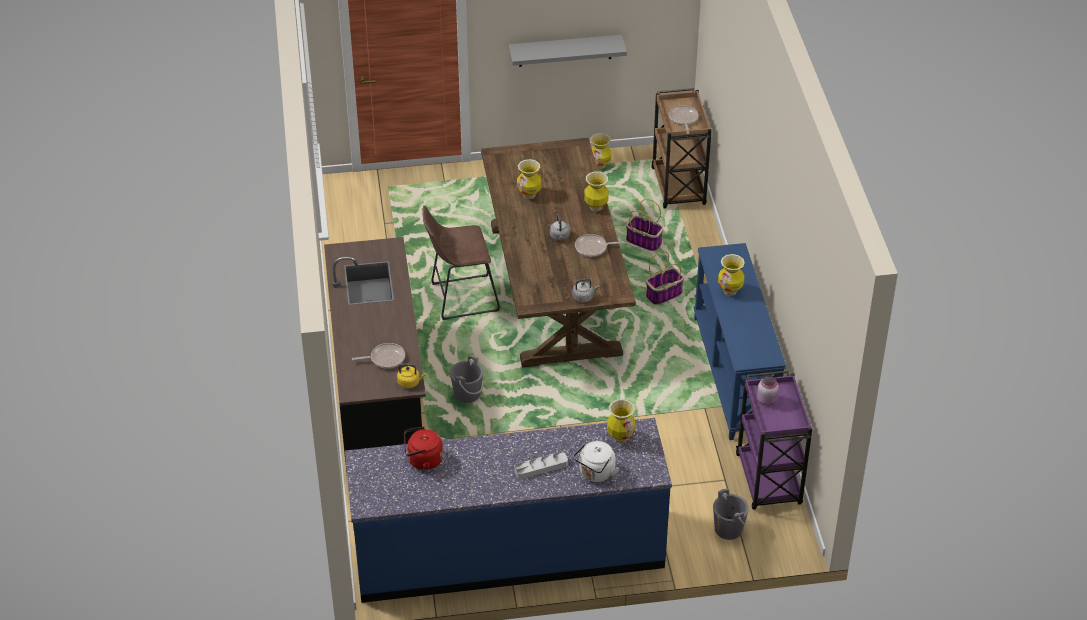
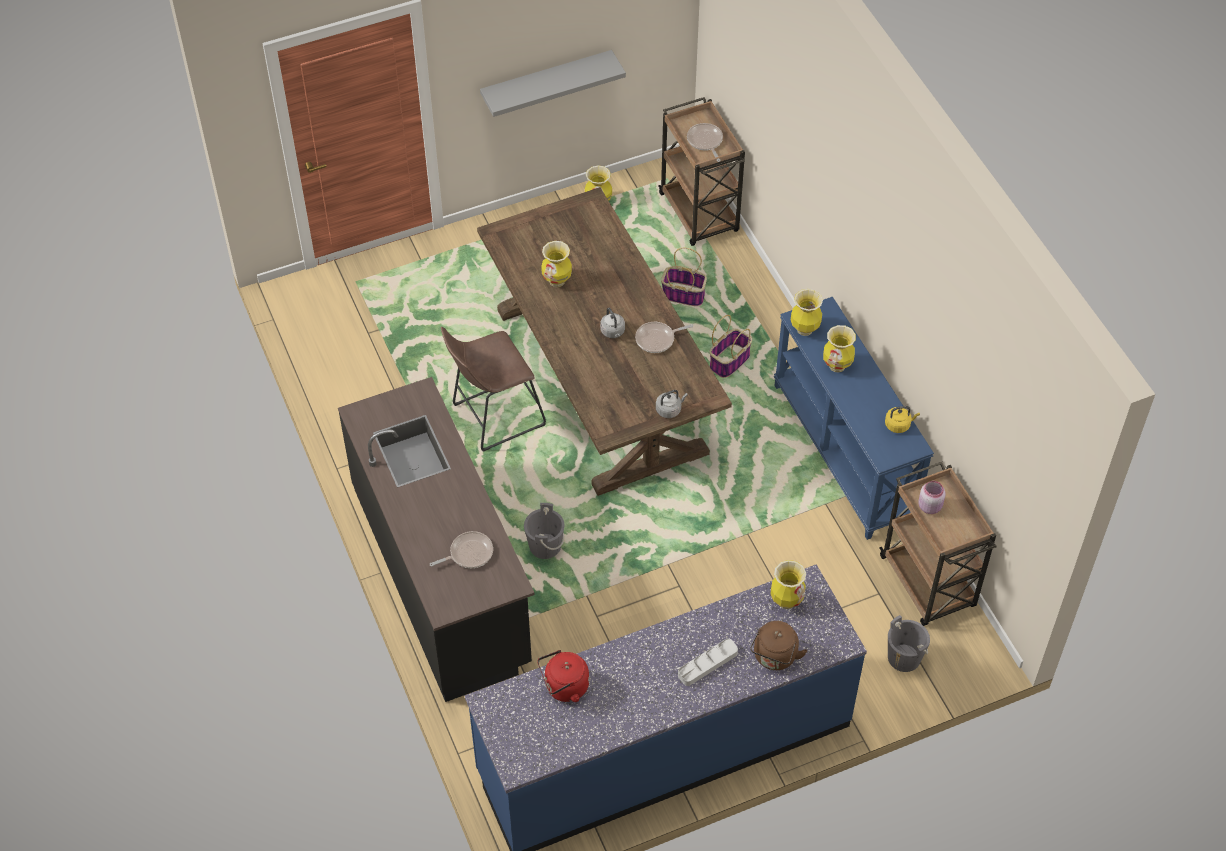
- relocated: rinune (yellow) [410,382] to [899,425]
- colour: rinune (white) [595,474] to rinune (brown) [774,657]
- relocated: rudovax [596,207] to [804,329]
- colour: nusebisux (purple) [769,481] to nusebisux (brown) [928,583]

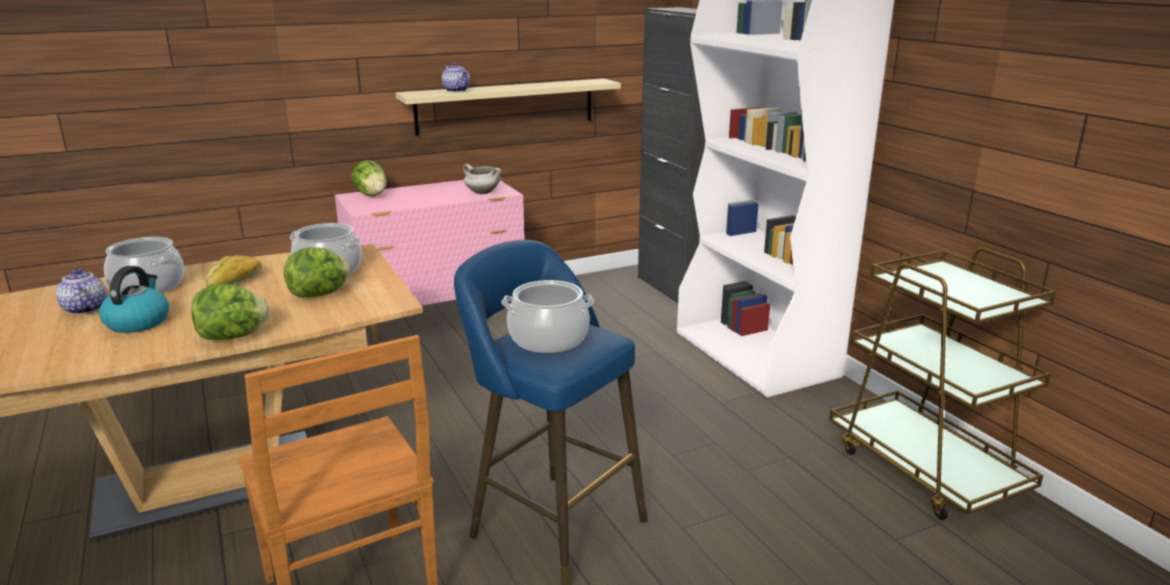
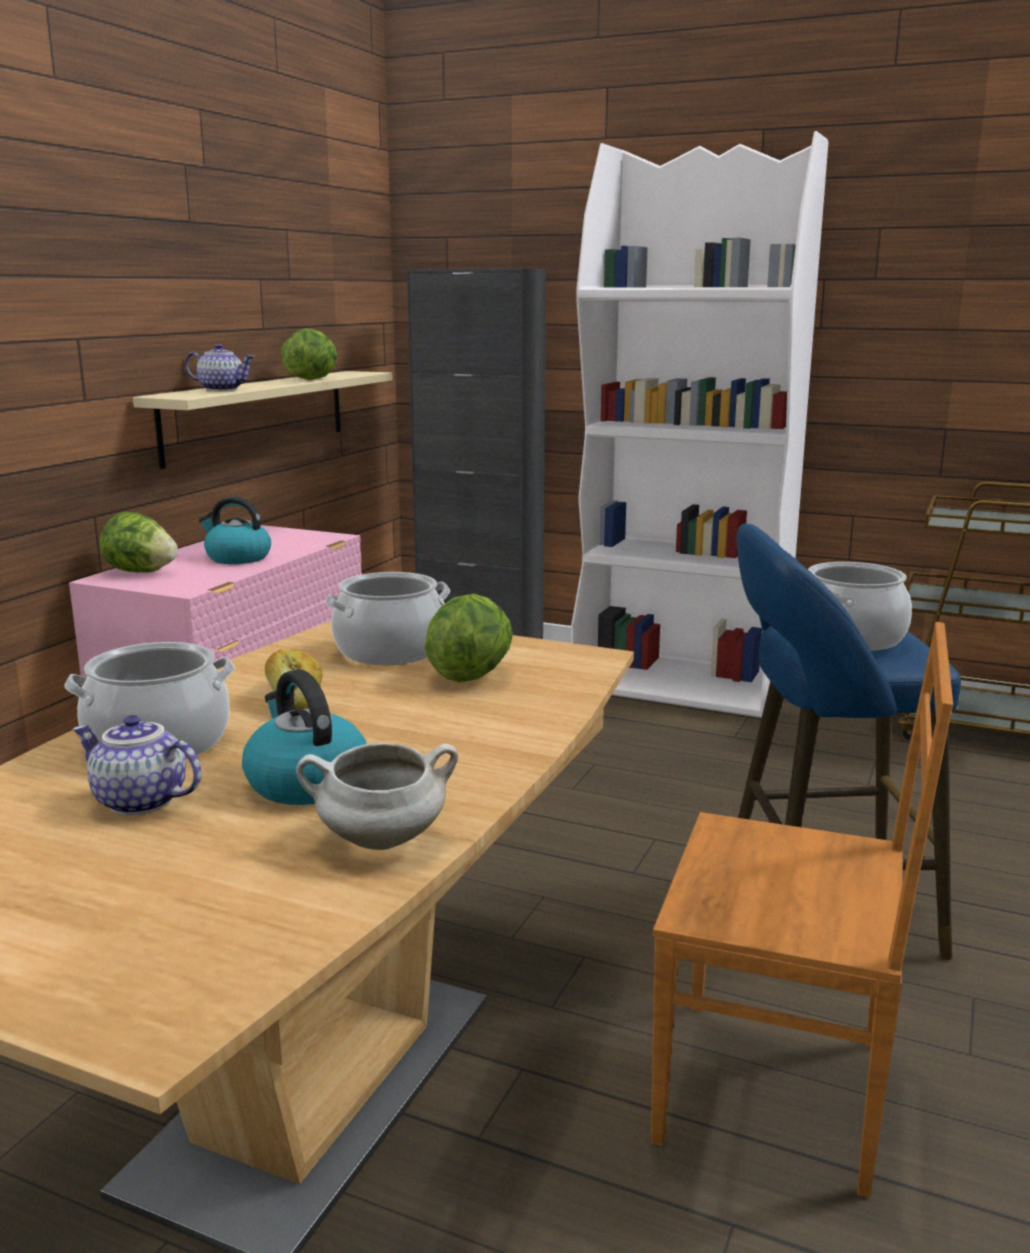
- relocated: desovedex [233,336] to [312,379]
- relocated: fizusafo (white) [482,193] to [380,841]
- appeared: rinune [237,558]

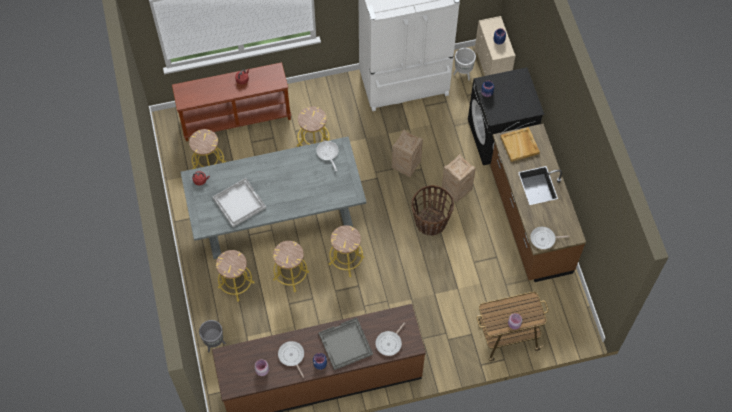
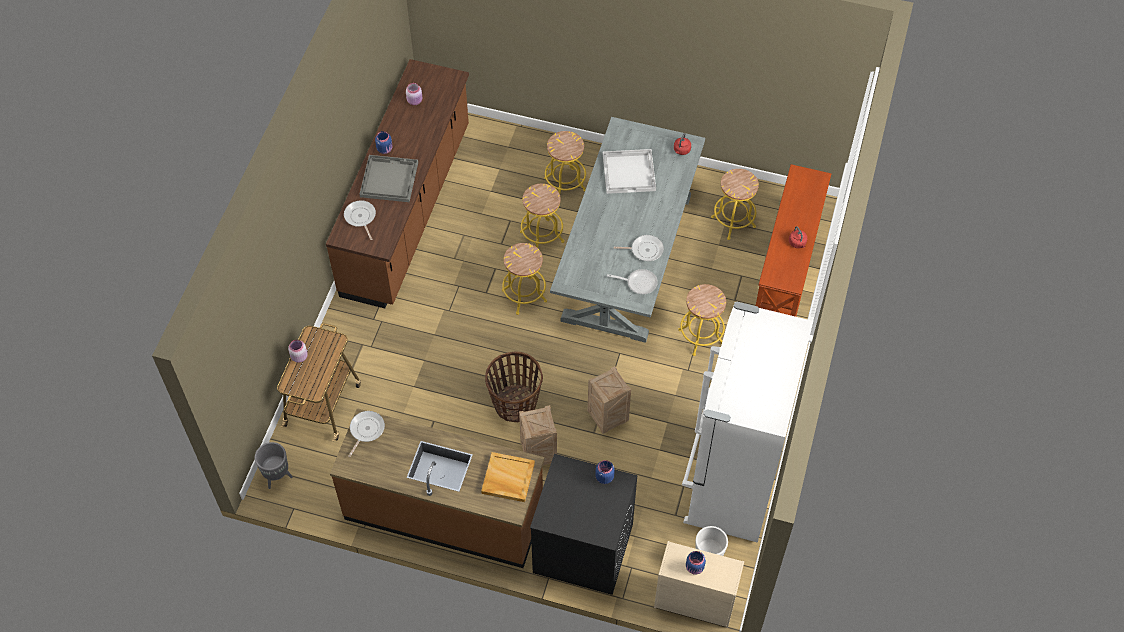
- relocated: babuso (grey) [214,343] to [278,476]
- relocated: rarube [292,356] to [645,250]

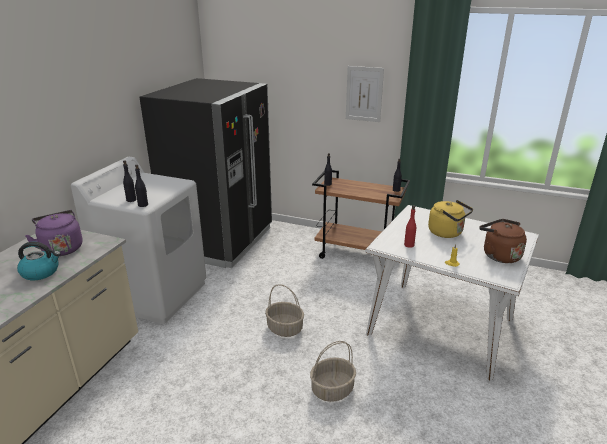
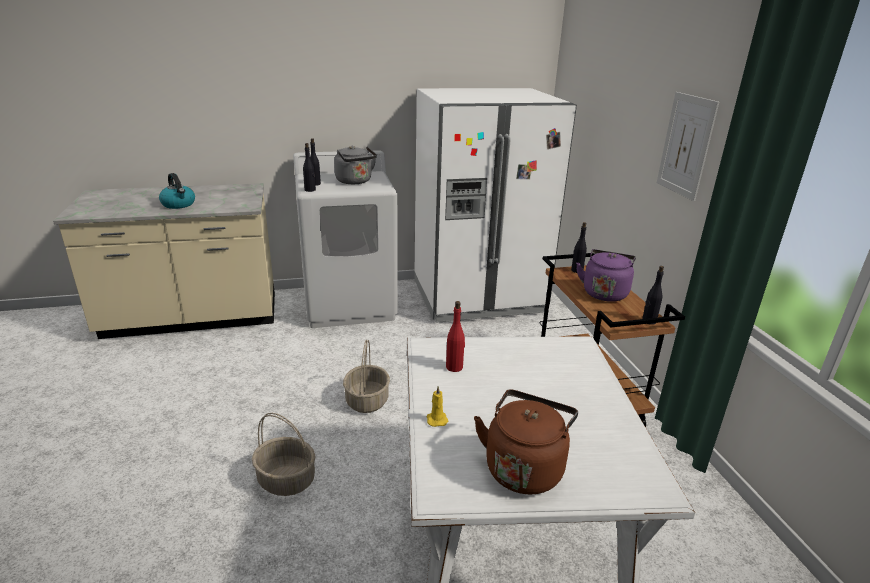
- relocated: rinune (purple) [61,248] to [604,292]
- colour: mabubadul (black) [220,241] to mabubadul (white) [478,297]
- missing: rinune (yellow) [447,233]
- appeared: rinune (grey) [355,182]

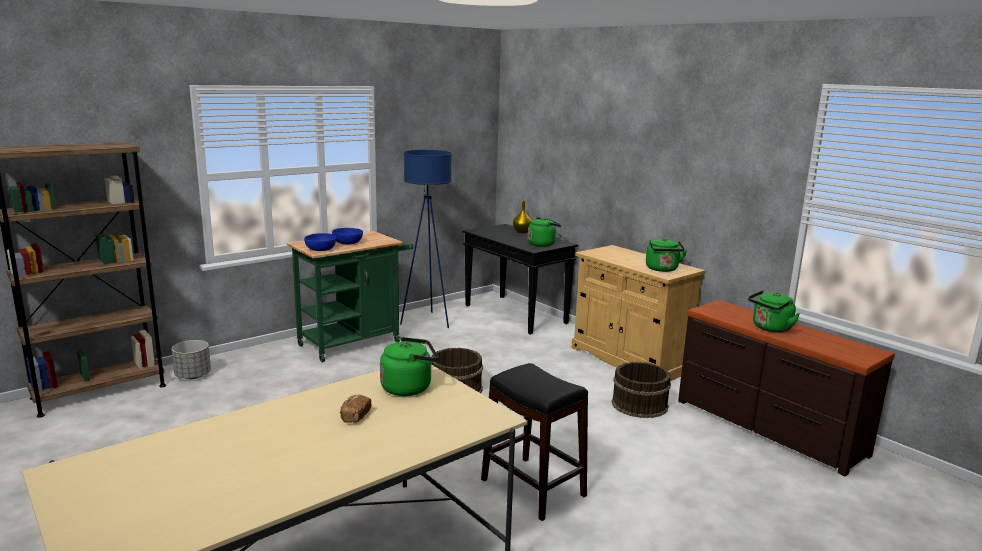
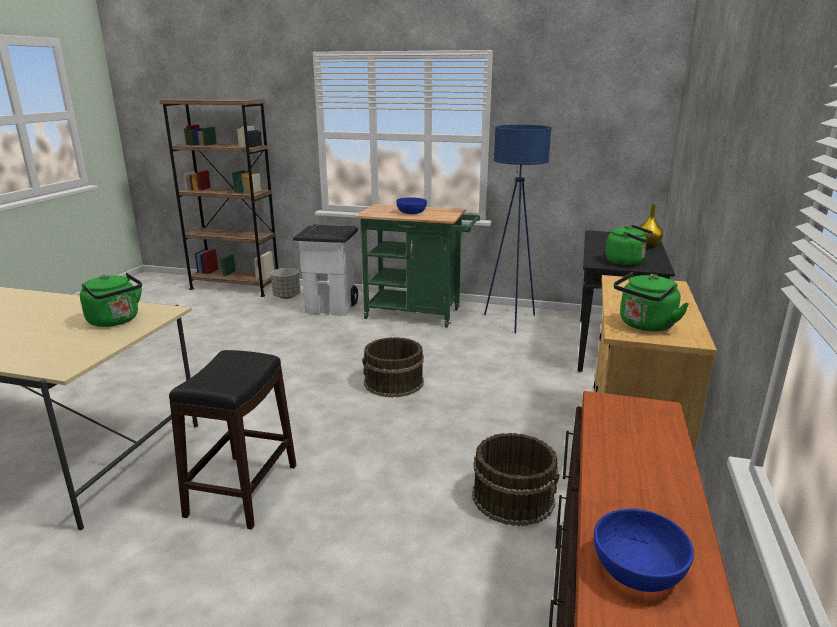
- relocated: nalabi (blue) [321,249] to [638,569]
- missing: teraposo [355,416]
- missing: rinune (green) [770,328]
- appeared: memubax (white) [332,307]

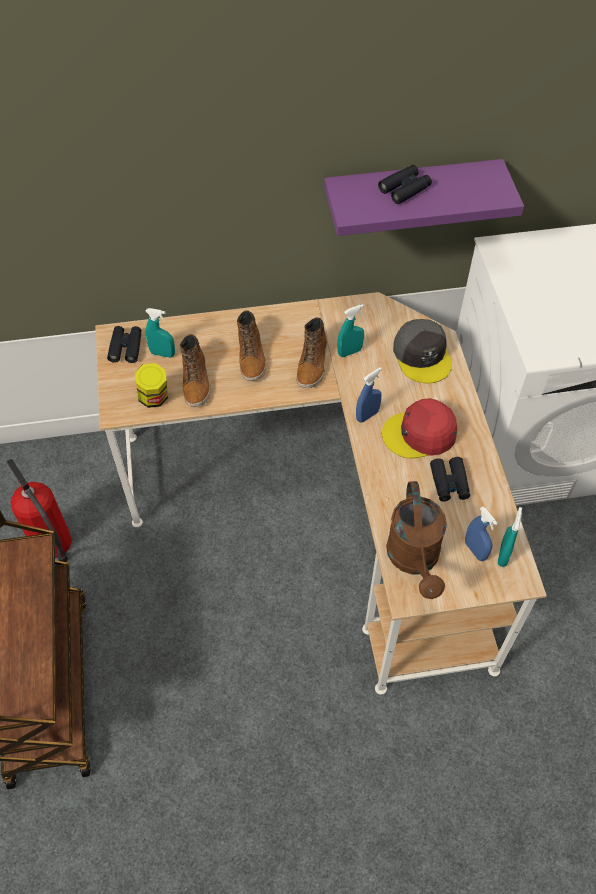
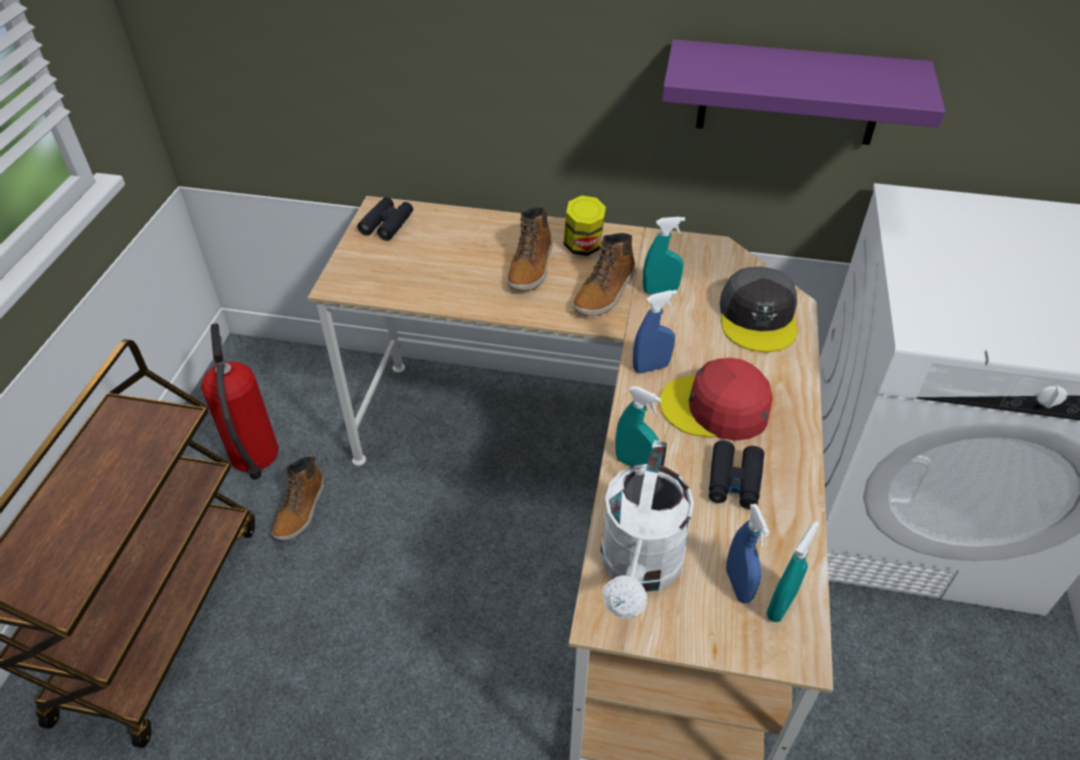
- relocated: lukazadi [154,398] to [583,247]
- relocated: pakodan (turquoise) [162,354] to [634,464]
- relocated: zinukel [196,381] to [301,509]
- missing: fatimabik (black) [404,189]
- colour: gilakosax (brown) [415,560] to gilakosax (white) [639,569]

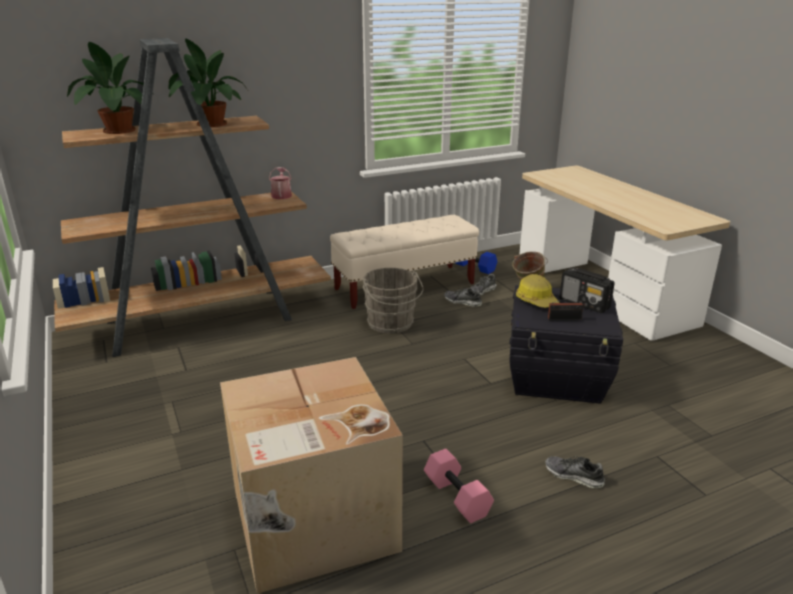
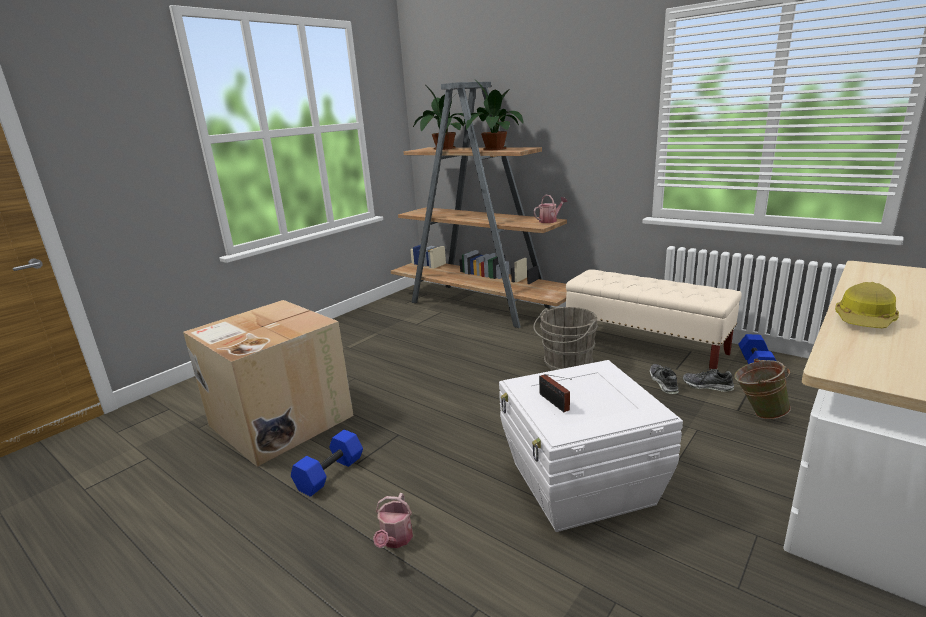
- colour: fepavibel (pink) [455,497] to fepavibel (blue) [330,473]
- colour: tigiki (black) [557,377] to tigiki (white) [580,484]
- relocated: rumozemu [536,300] to [865,320]
- exchanged: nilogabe [573,476] to gilakosax [395,540]
- missing: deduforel [584,304]

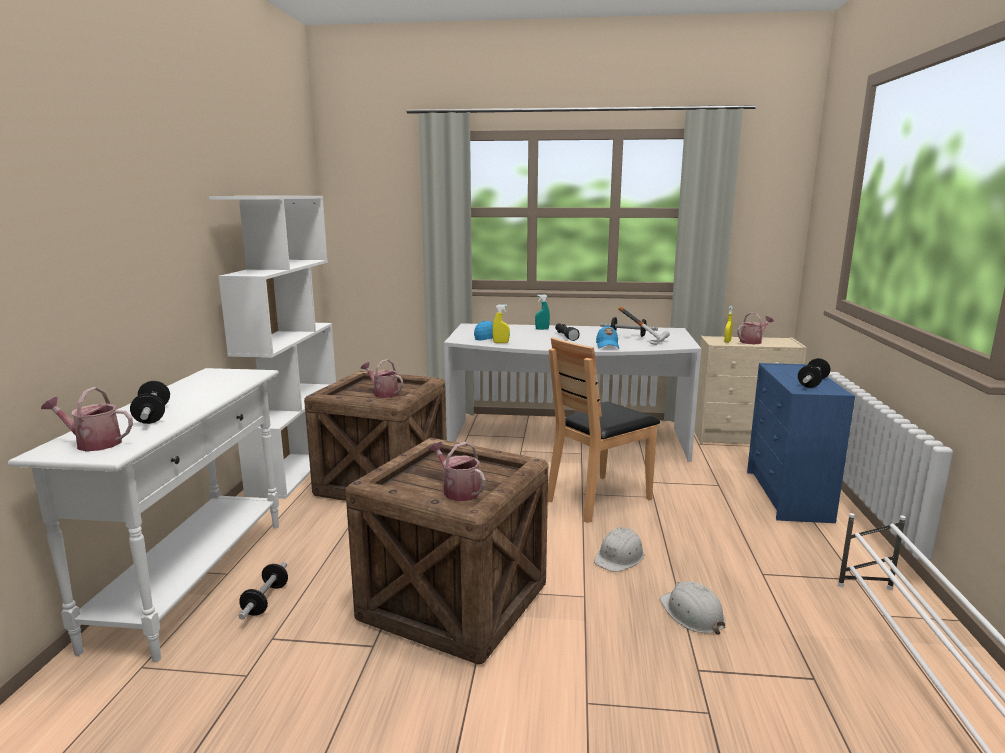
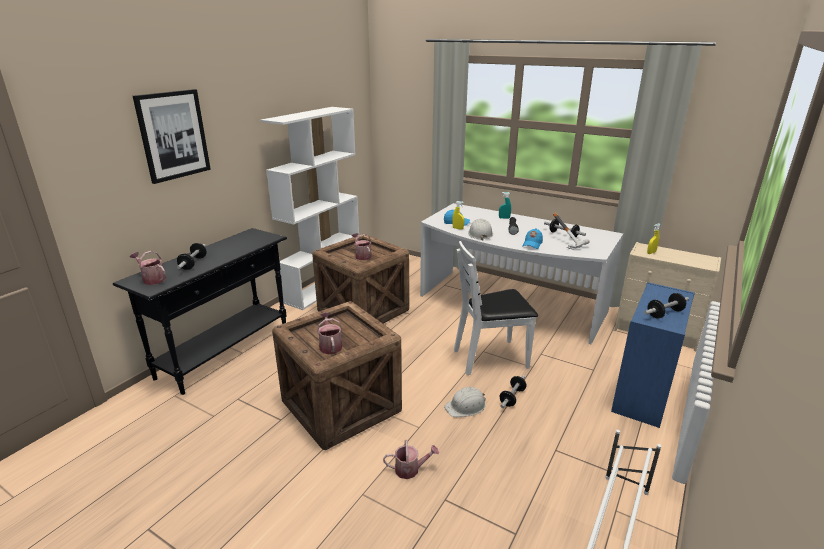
- colour: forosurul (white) [194,579] to forosurul (black) [226,352]
- relocated: fepavibel [265,600] to [512,397]
- colour: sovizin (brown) [598,499] to sovizin (white) [491,358]
- relocated: rumozemu (white) [692,614] to [480,234]
- relocated: gilakosax [752,341] to [410,469]
- appeared: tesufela [173,135]

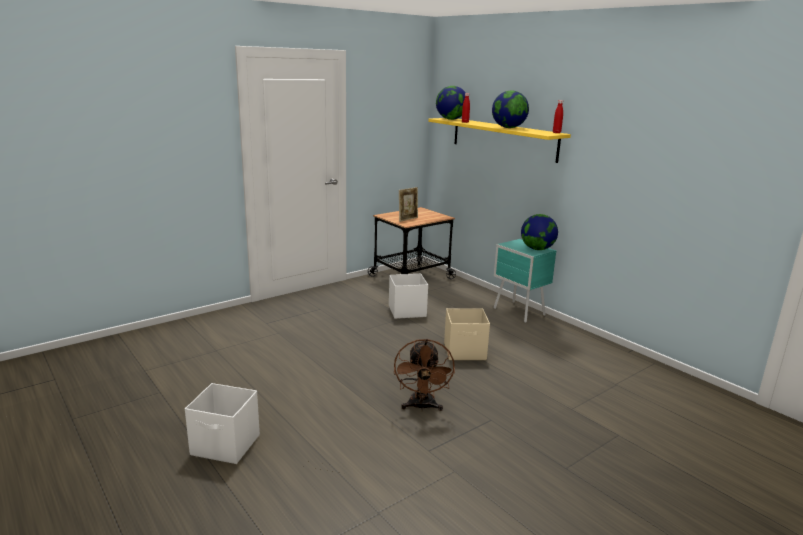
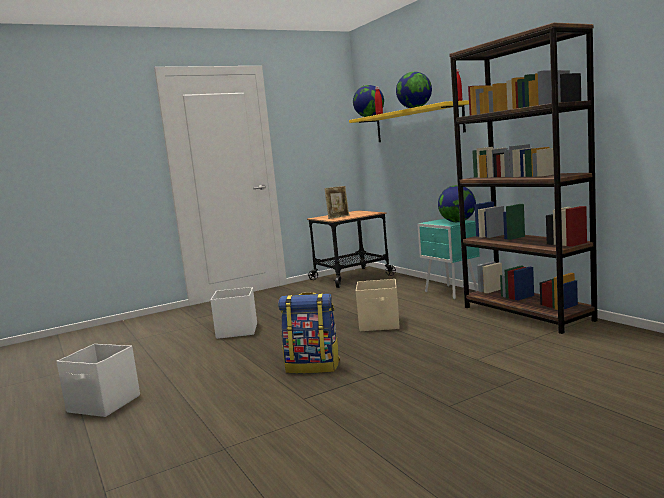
- relocated: tigiki (white) [406,311] to [236,331]
- exchanged: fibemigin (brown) [422,407] to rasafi [313,367]
- appeared: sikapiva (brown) [526,313]

